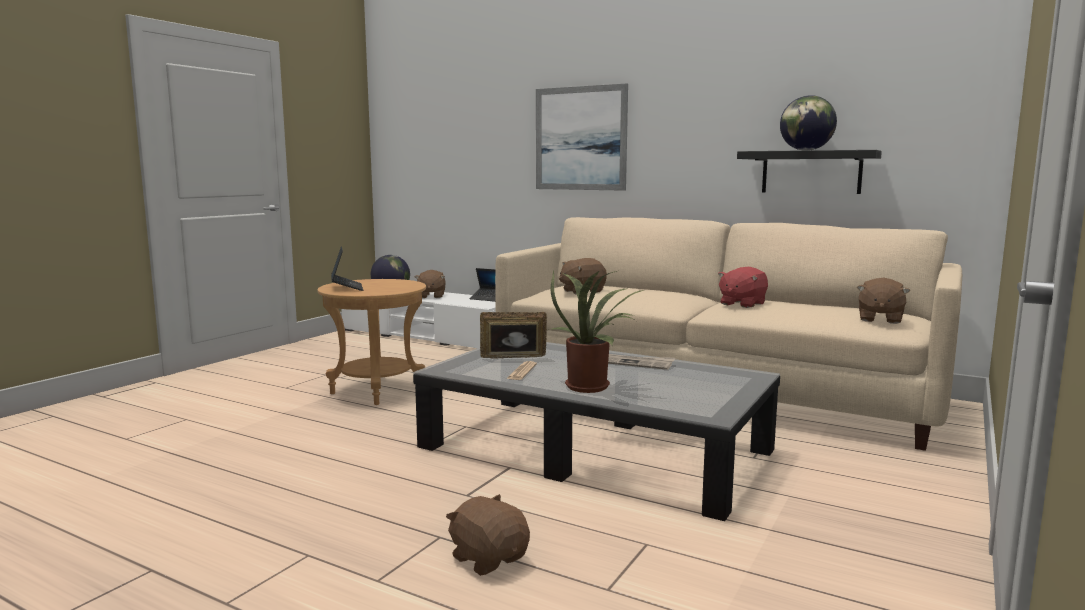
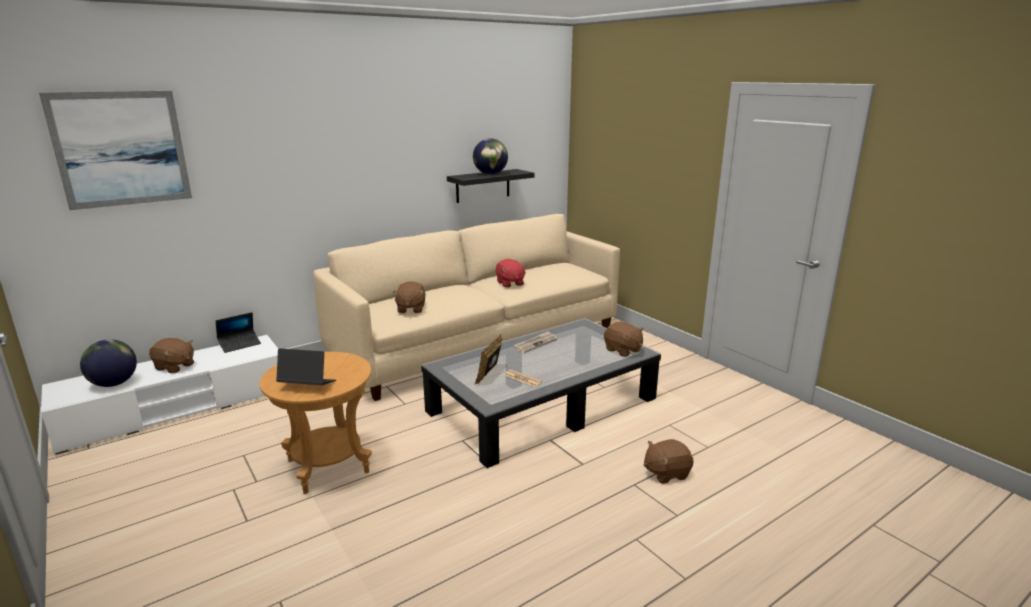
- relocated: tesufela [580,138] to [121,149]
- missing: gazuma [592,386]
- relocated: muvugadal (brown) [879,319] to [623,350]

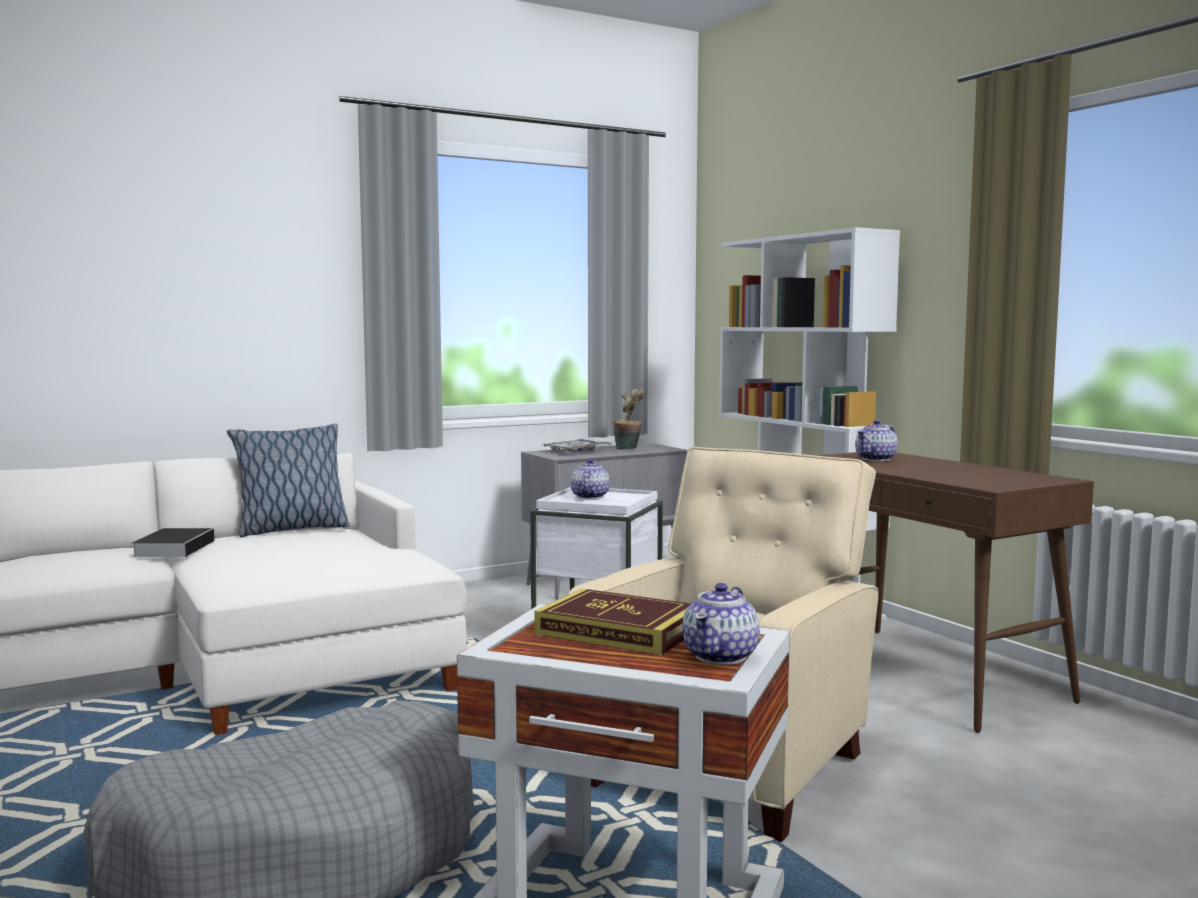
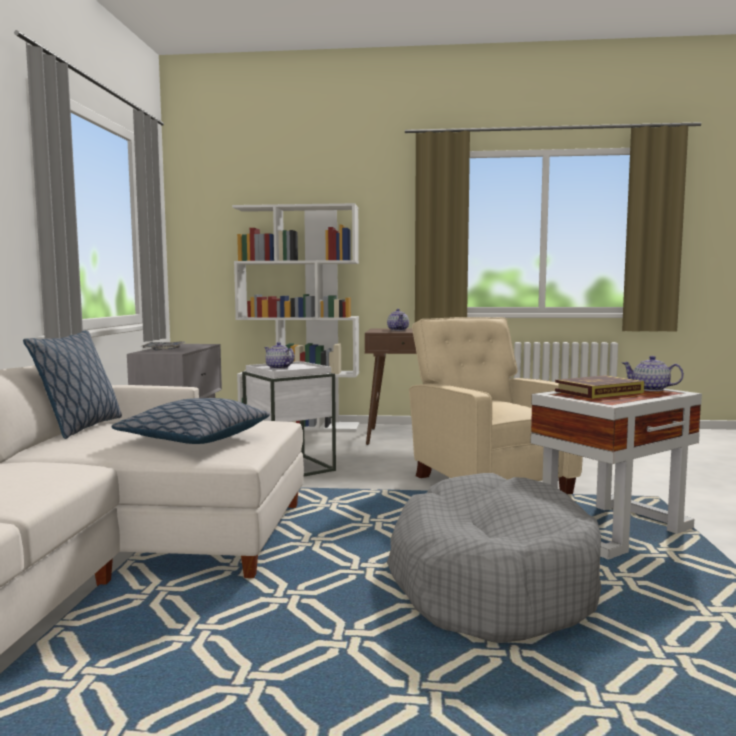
- missing: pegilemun [174,548]
- missing: gazuma [628,449]
- spun: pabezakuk [721,656] = [651,389] 150 degrees clockwise
- appeared: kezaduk [194,438]

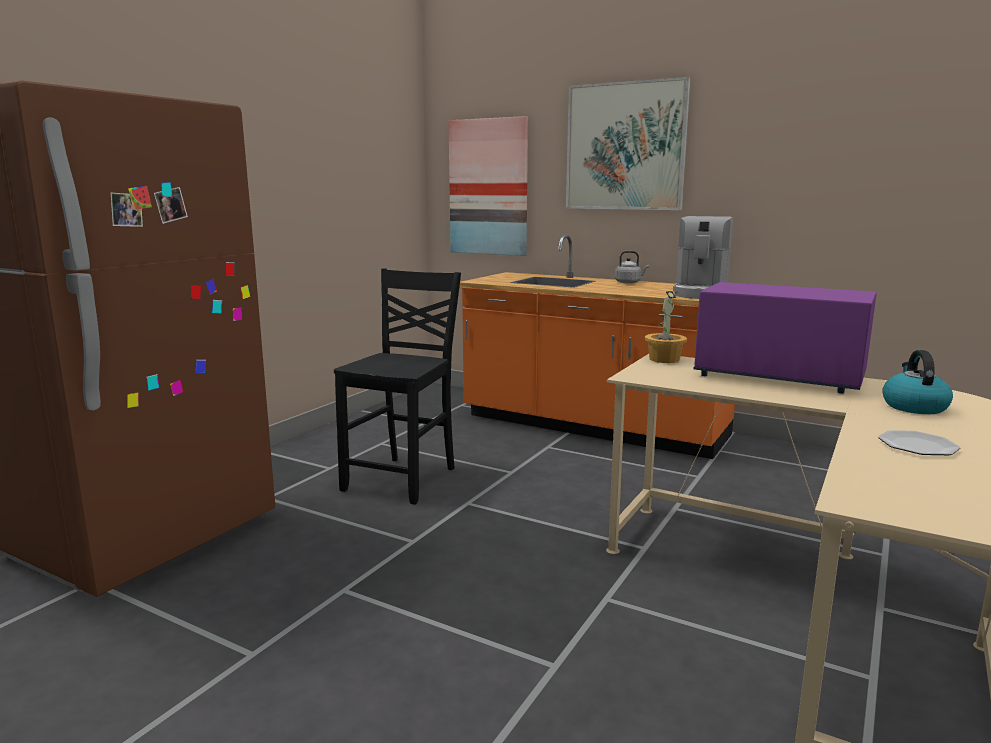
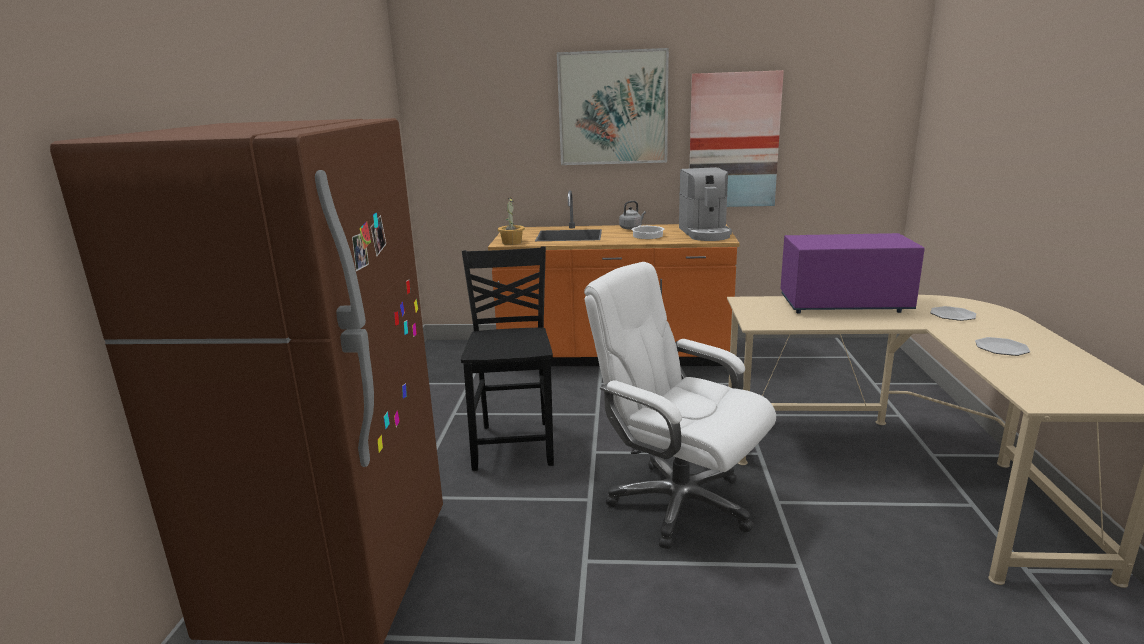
- relocated: tesufela [488,187] to [733,141]
- relocated: gazuma [664,359] to [511,242]
- exchanged: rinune [913,406] to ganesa [952,315]
- appeared: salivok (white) [678,503]
- appeared: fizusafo [648,236]

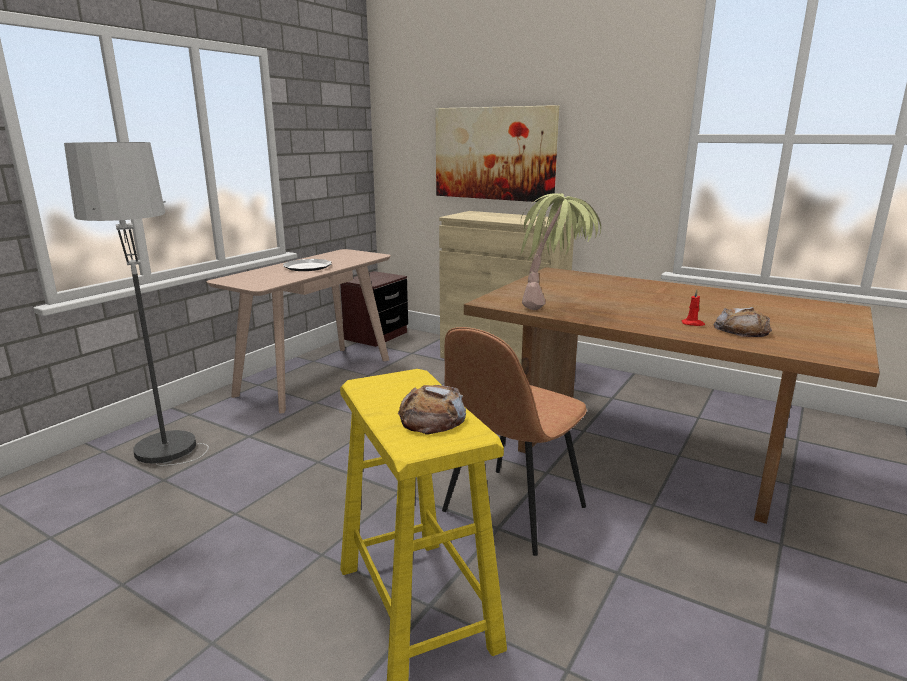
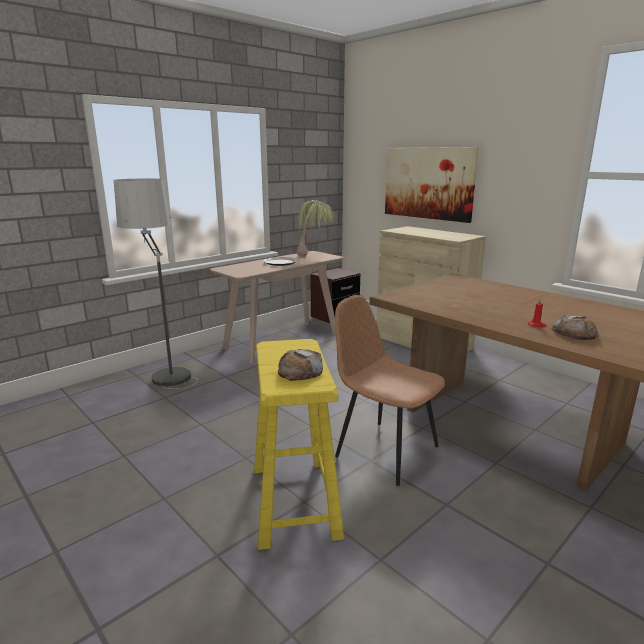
- spun: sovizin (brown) [511,510] = [385,450] 75 degrees clockwise
- relocated: gazuma [554,305] to [314,255]

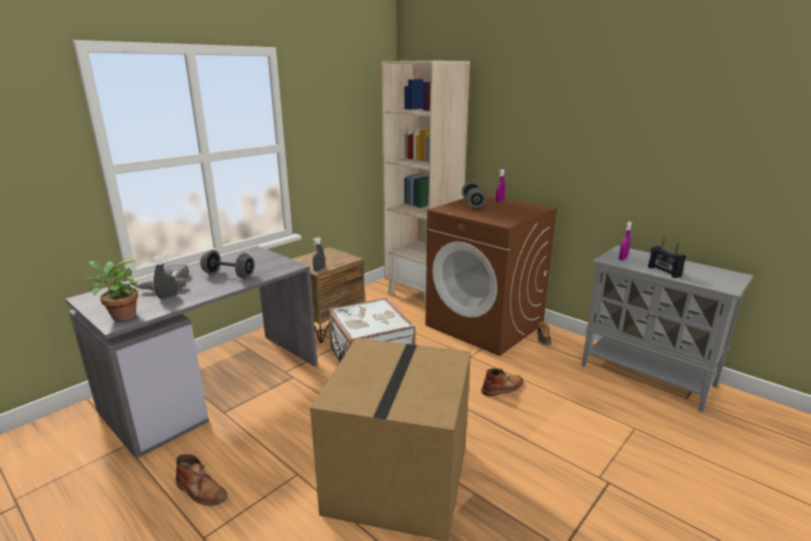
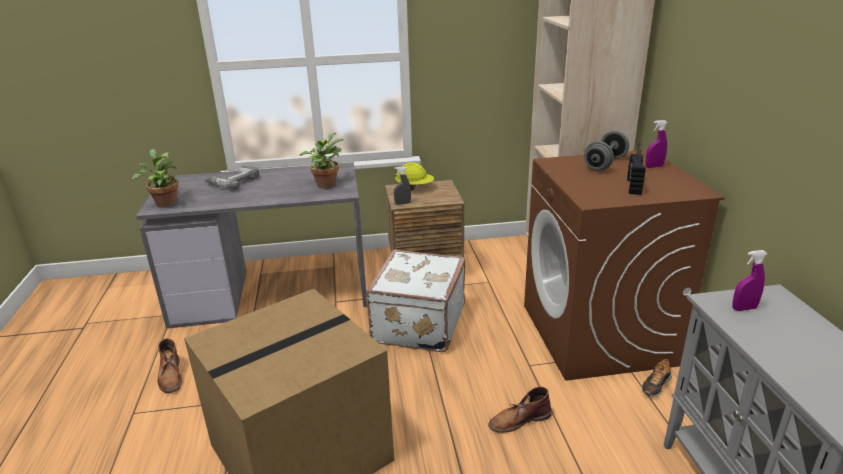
- missing: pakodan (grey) [168,297]
- missing: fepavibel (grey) [229,275]
- spun: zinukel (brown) [503,388] = [519,420] 150 degrees clockwise
- relocated: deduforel [663,272] to [633,186]
- appeared: gazuma [326,184]
- appeared: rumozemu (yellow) [415,188]

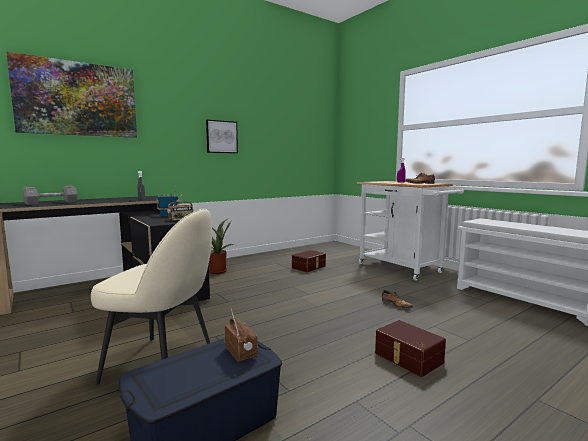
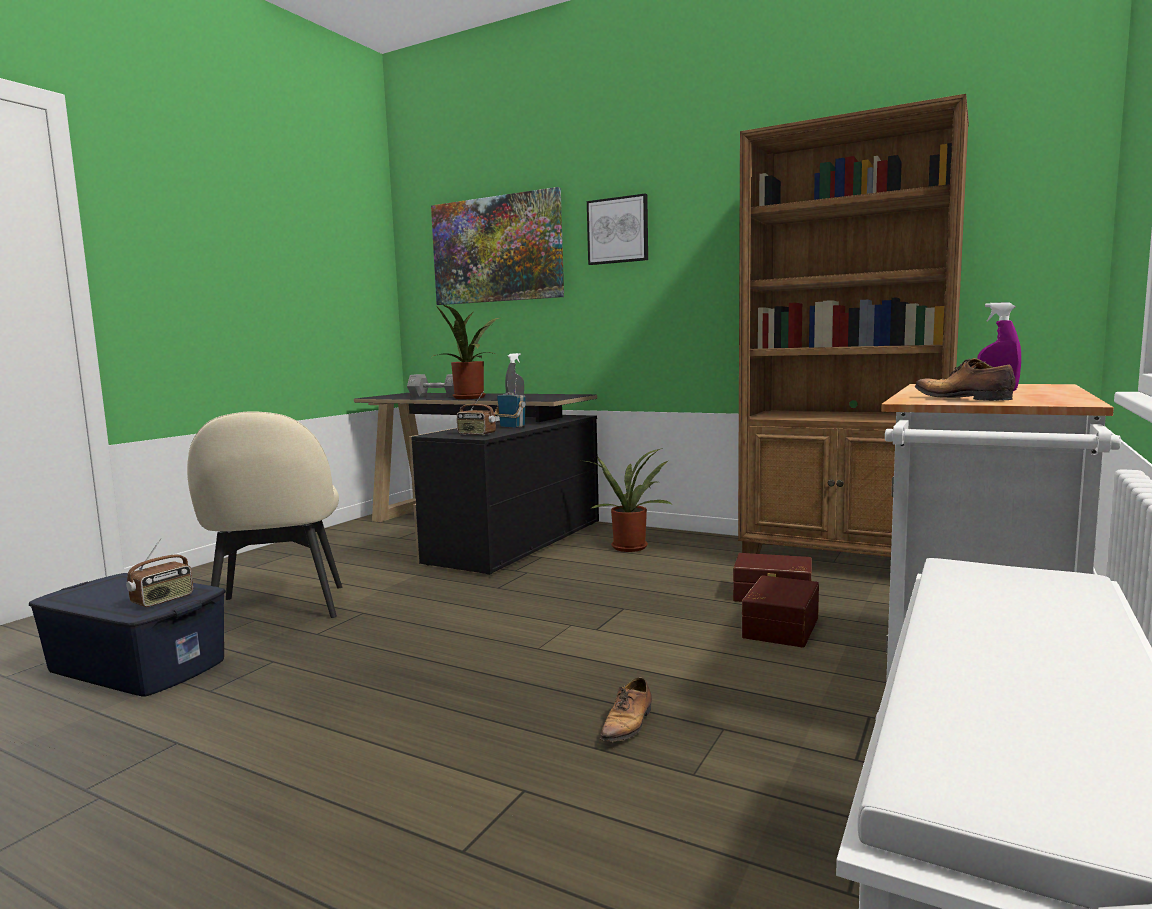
- relocated: tesufela [221,137] to [618,230]
- relocated: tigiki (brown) [407,358] to [778,627]
- appeared: gazuma [471,398]
- appeared: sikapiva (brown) [843,562]

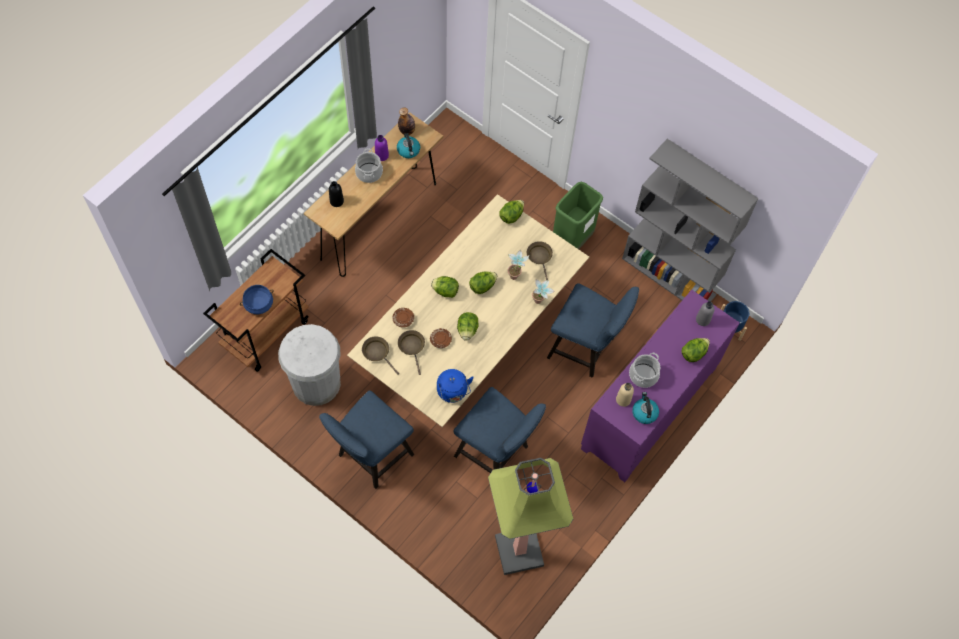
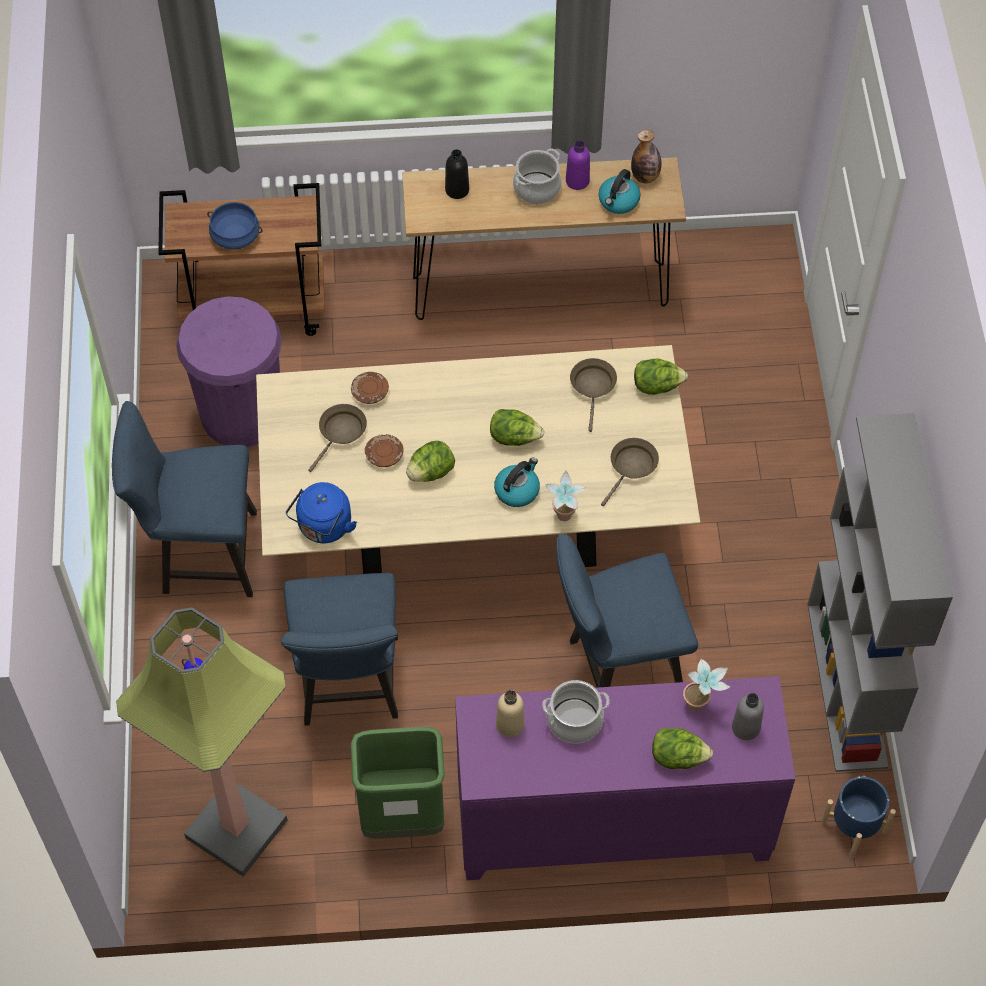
- colour: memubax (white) [316,383] to memubax (purple) [241,413]
- relocated: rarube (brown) [377,353] to [593,387]
- missing: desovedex [445,291]
- relocated: gazuma [516,274] to [701,705]
- spun: sovizin (blue) [585,349] = [617,671] 90 degrees clockwise
- relocated: memubax (green) [572,239] to [403,818]
- relocated: rinune [644,412] to [517,490]

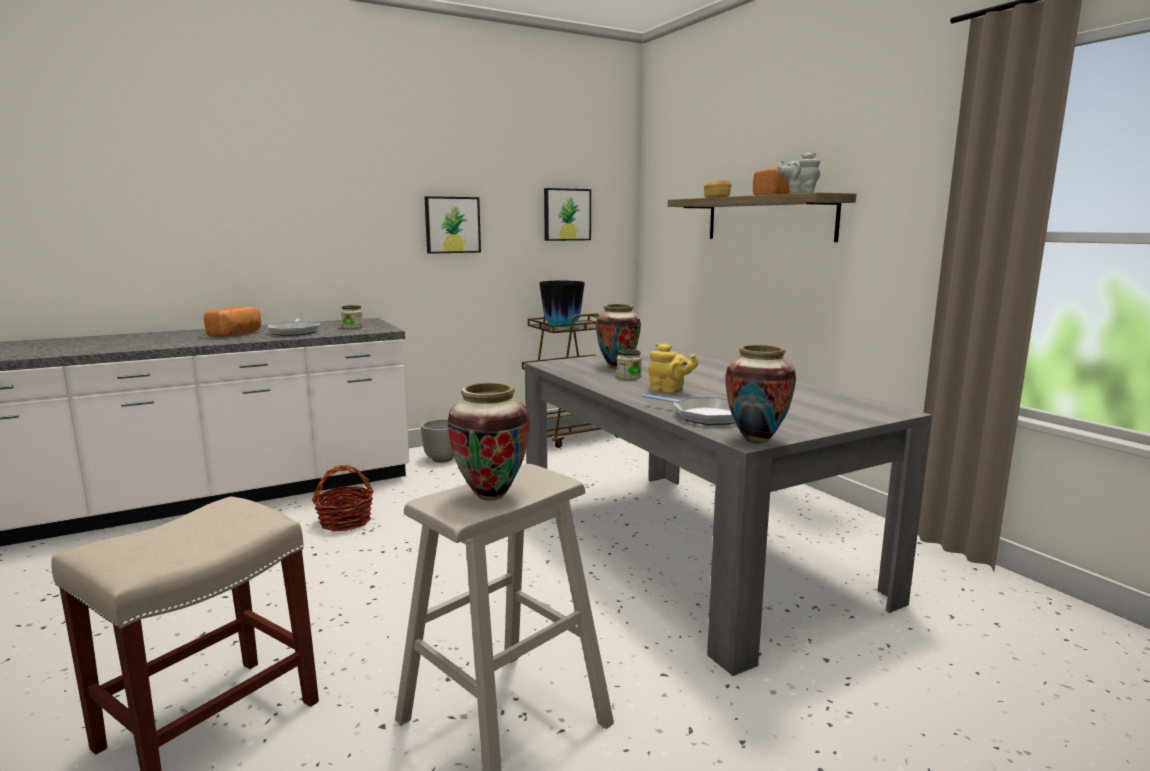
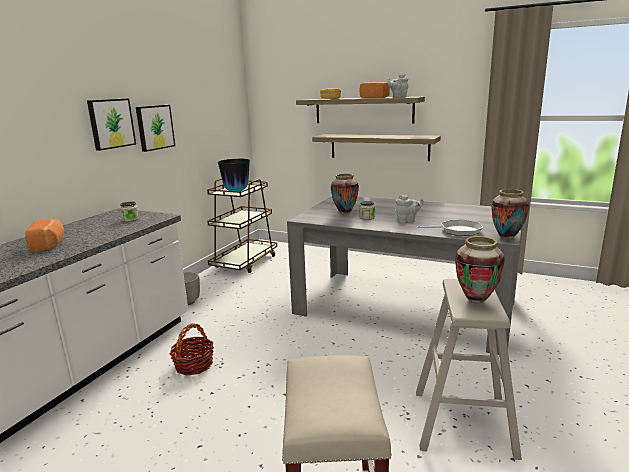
- missing: rarube [295,332]
- relocated: tesufela [566,214] to [111,123]
- colour: pabezakuk (yellow) [669,391] to pabezakuk (grey) [407,221]
- appeared: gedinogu [379,147]

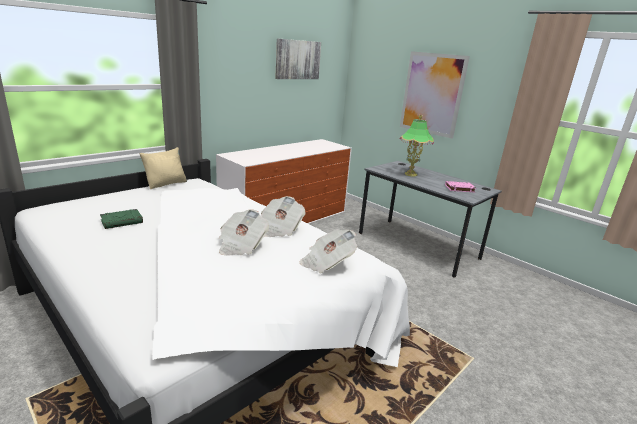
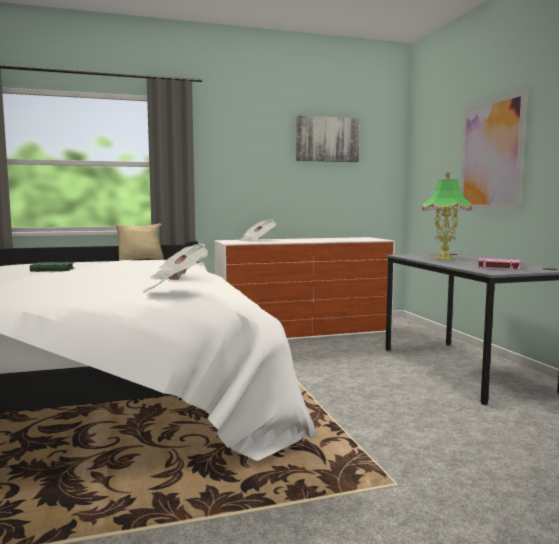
- relocated: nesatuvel [241,245] to [257,240]

